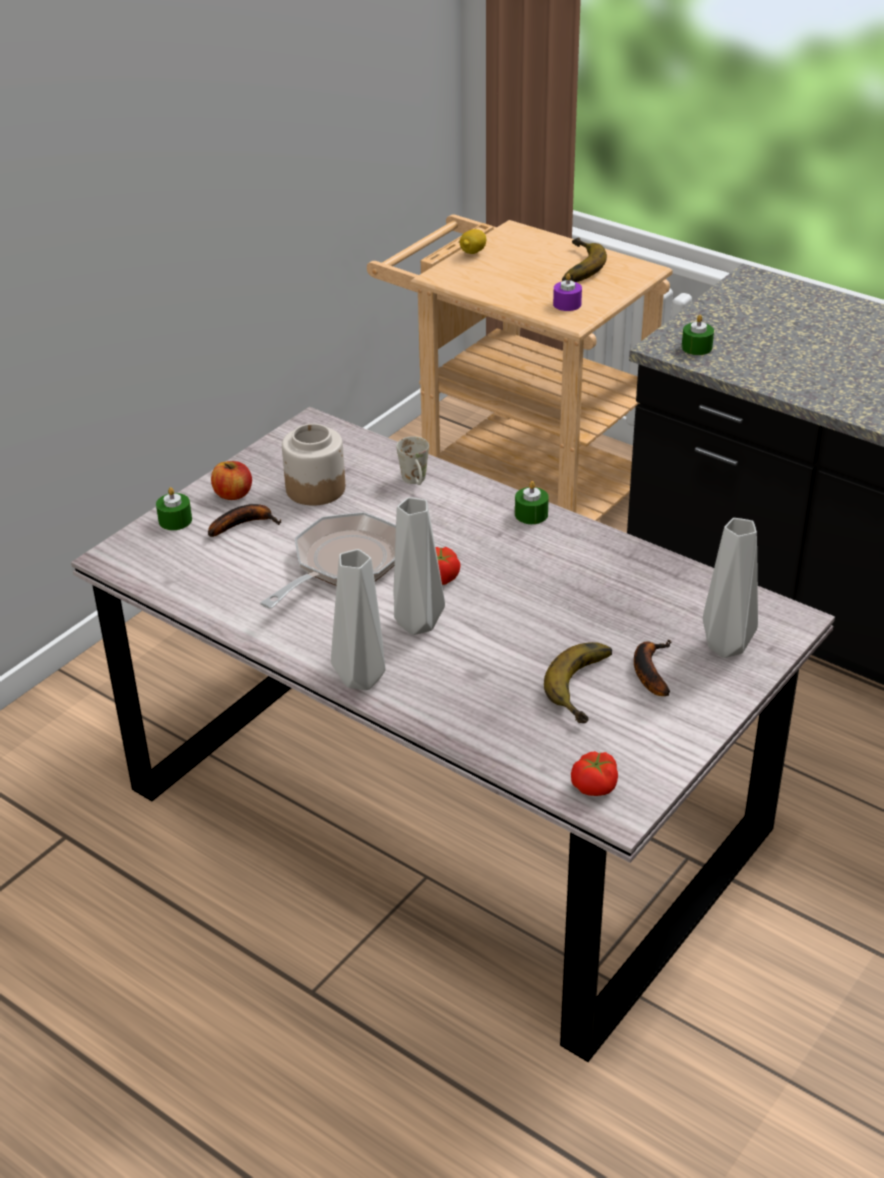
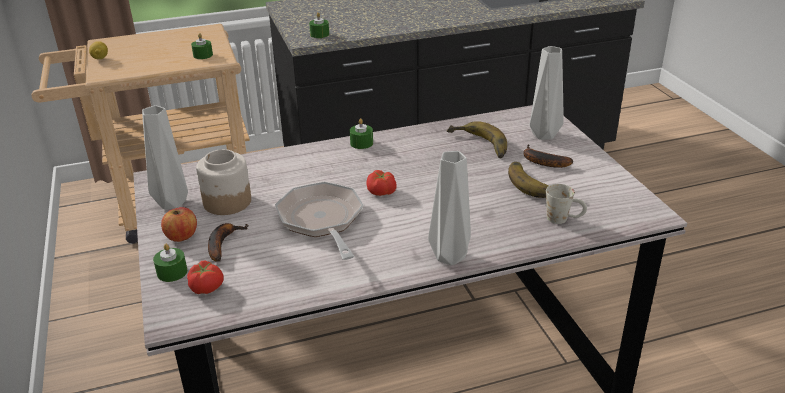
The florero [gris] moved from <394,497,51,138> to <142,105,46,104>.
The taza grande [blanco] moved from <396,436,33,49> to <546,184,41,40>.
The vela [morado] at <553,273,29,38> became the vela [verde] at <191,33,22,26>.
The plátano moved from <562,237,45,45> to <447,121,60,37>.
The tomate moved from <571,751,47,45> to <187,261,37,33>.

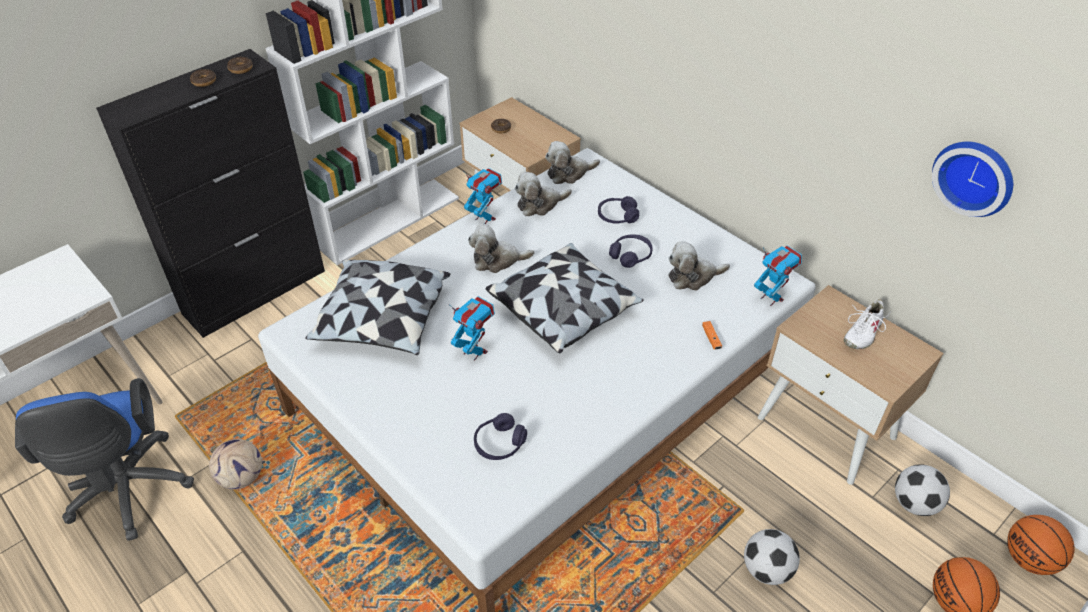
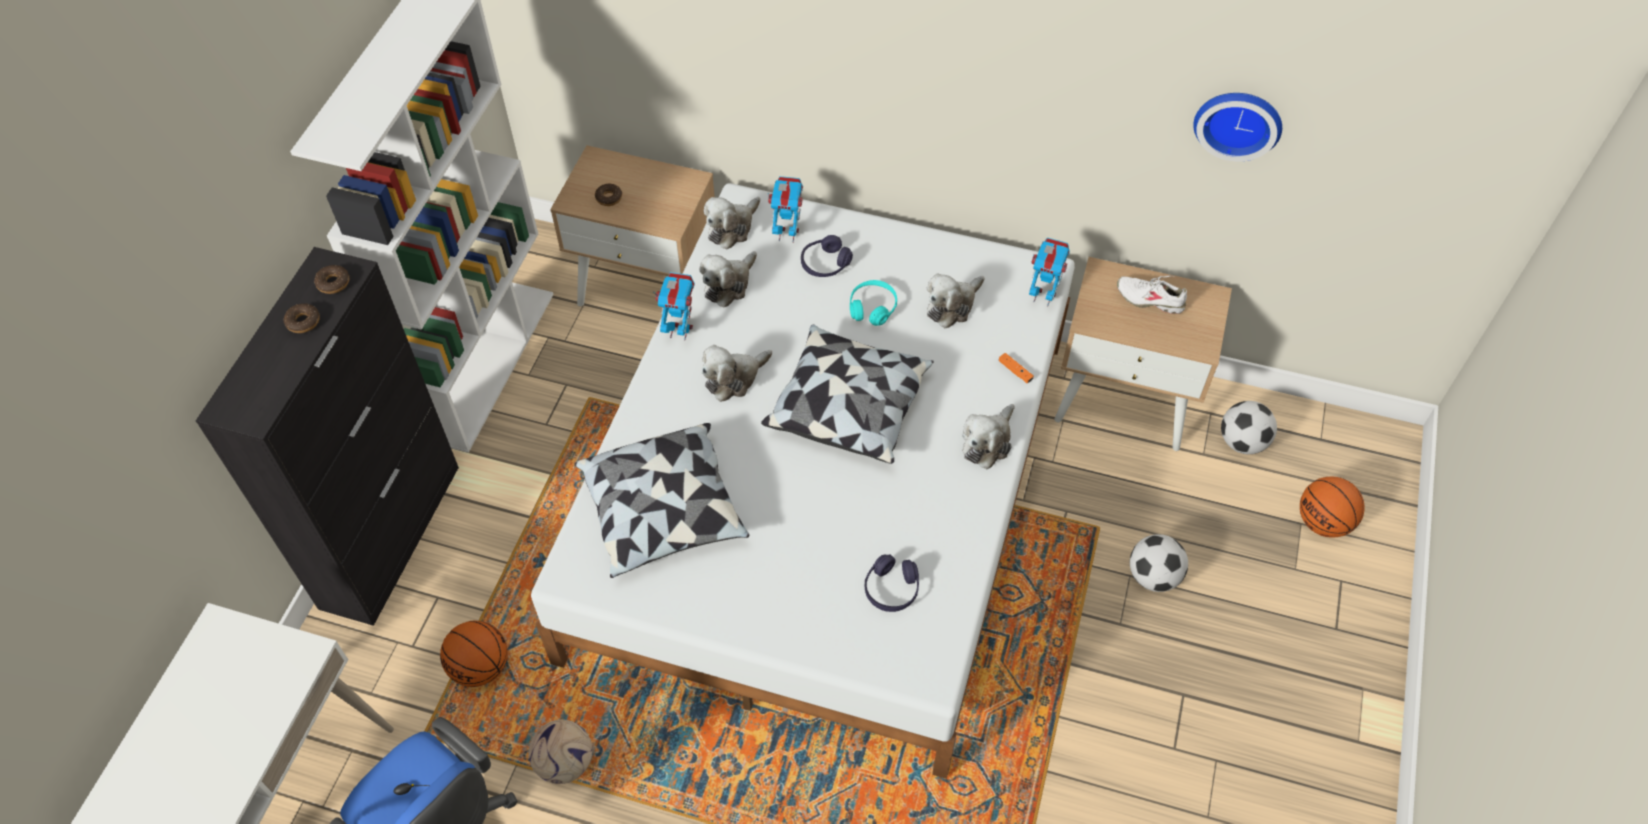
The robot de juguete moved from <450,296,45,65> to <768,176,35,67>.
The auriculares [morado] at <609,234,44,34> became the auriculares [turquesa] at <850,280,47,46>.
The zapato [blanco] at <844,299,47,50> turned 105 degrees clockwise.
The balón de baloncesto moved from <1007,515,68,60> to <440,621,68,66>.
The peluche at <962,404,53,65> appeared.

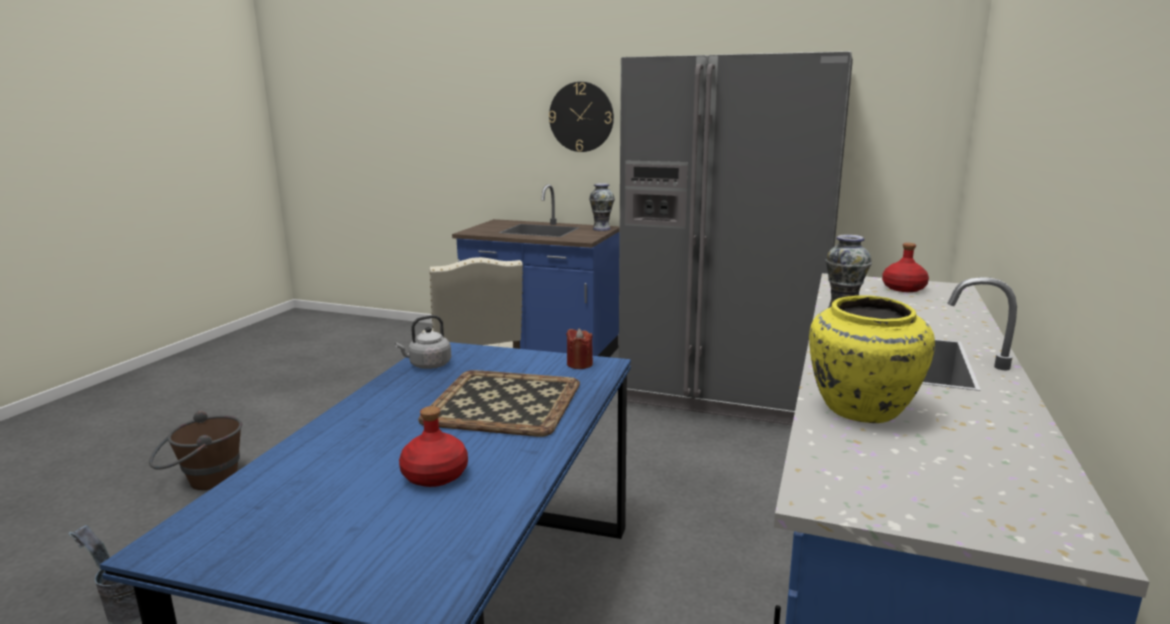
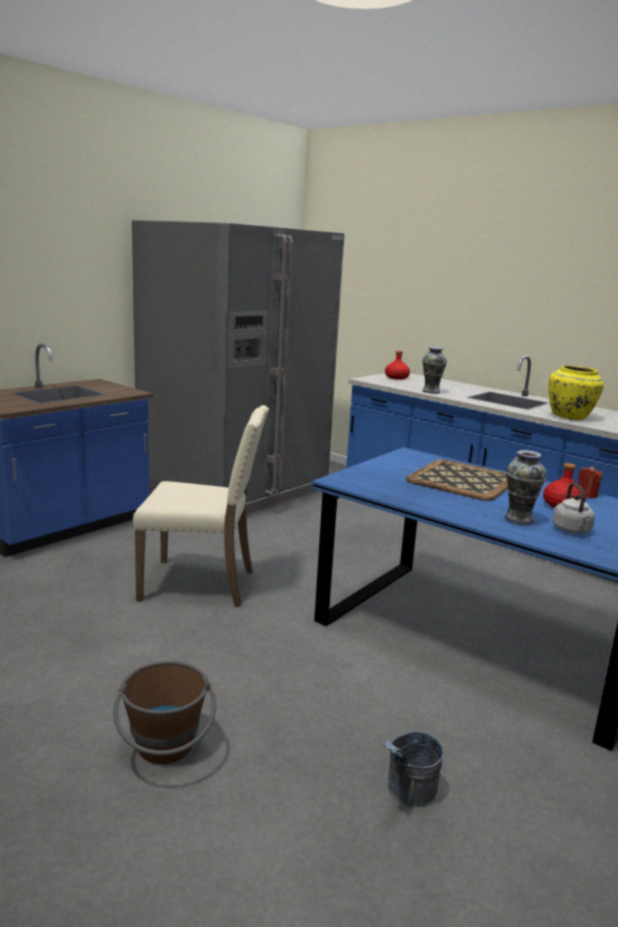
The hervidor [gris] moved from <395,315,56,54> to <553,483,42,51>.
The reloj de pared at <549,82,65,70> disappeared.
The vela [rojo] moved from <566,328,27,41> to <578,466,25,32>.
The florero moved from <589,183,26,48> to <504,450,43,75>.

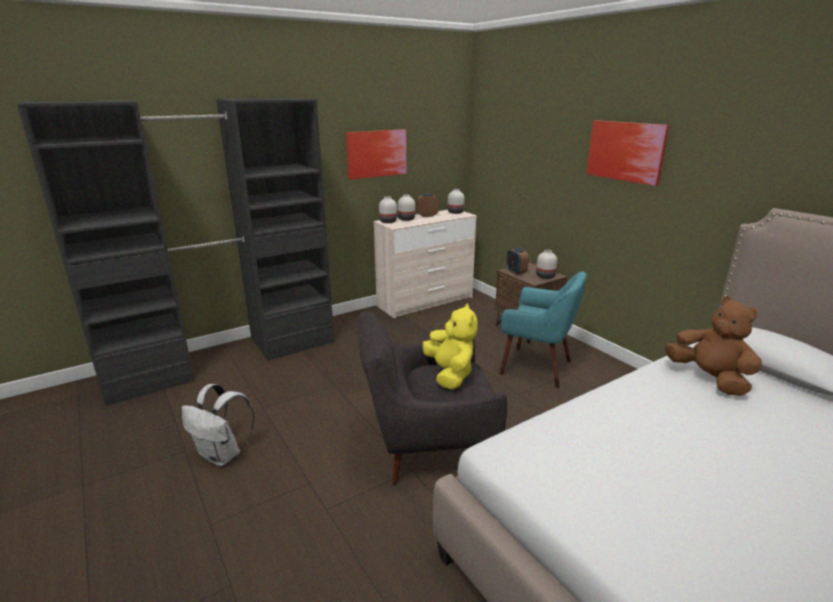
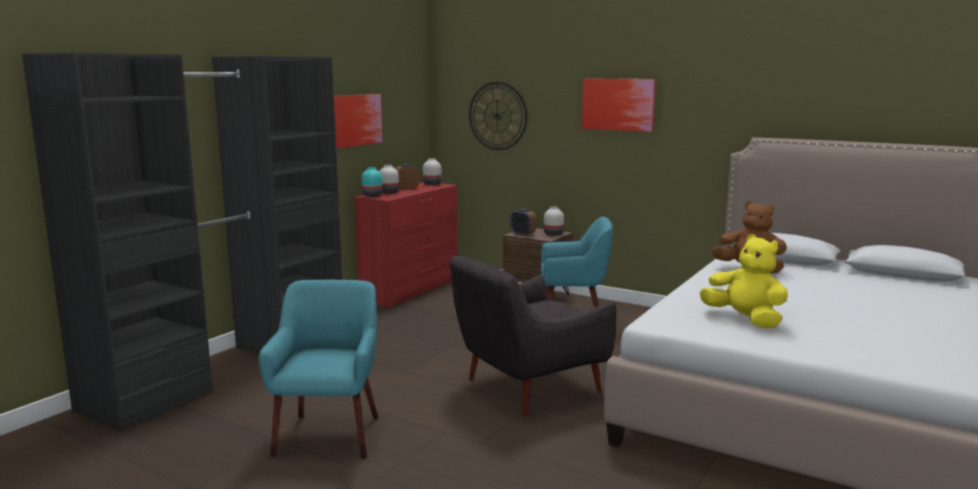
The mochila [blanco] at <182,384,72,82> was replaced by the sillón [turquesa] at <259,280,119,179>.
The cómoda [beis] at <373,210,104,109> became the cómoda [rojo] at <354,182,104,126>.
The florero [blanco] at <379,196,18,27> became the florero [turquesa] at <361,167,22,30>.
The peluche [amarillo] moved from <422,303,56,87> to <700,234,88,94>.
The reloj de pared at <469,82,58,68> appeared.

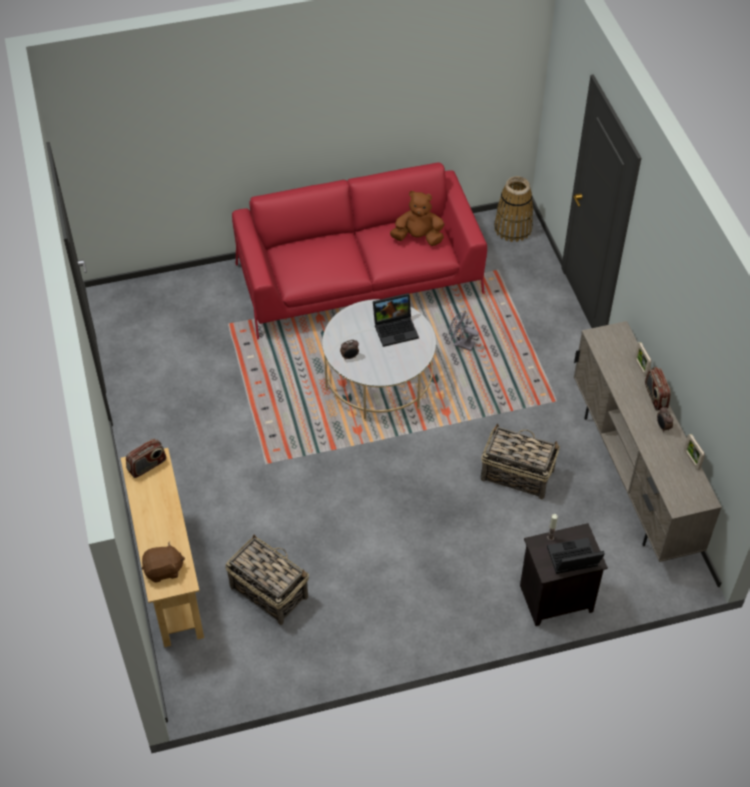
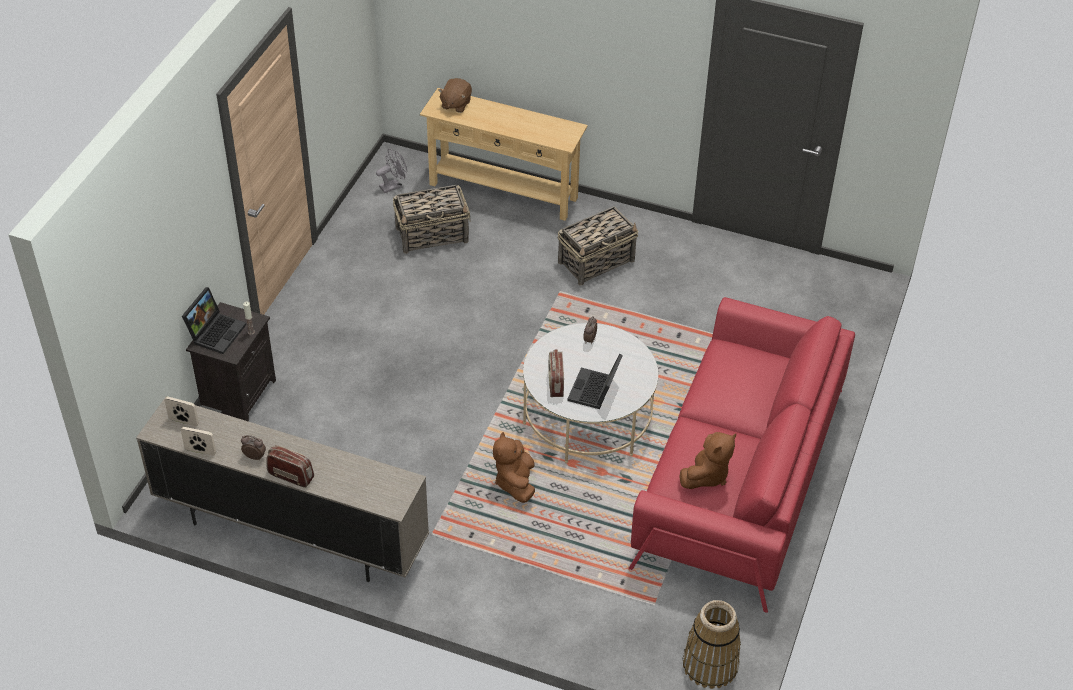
The radio moved from <126,439,40,39> to <548,350,16,47>.
The ventilador [gris] moved from <449,311,30,40> to <376,148,31,45>.
The cesta moved from <481,423,79,77> to <557,206,81,79>.
The portarretratos moved from <634,342,18,35> to <165,397,34,29>.
The peluche [marrón] at <493,432,42,71> appeared.

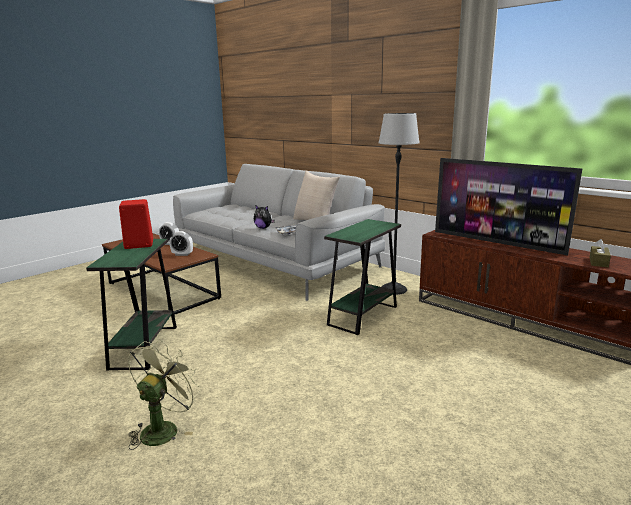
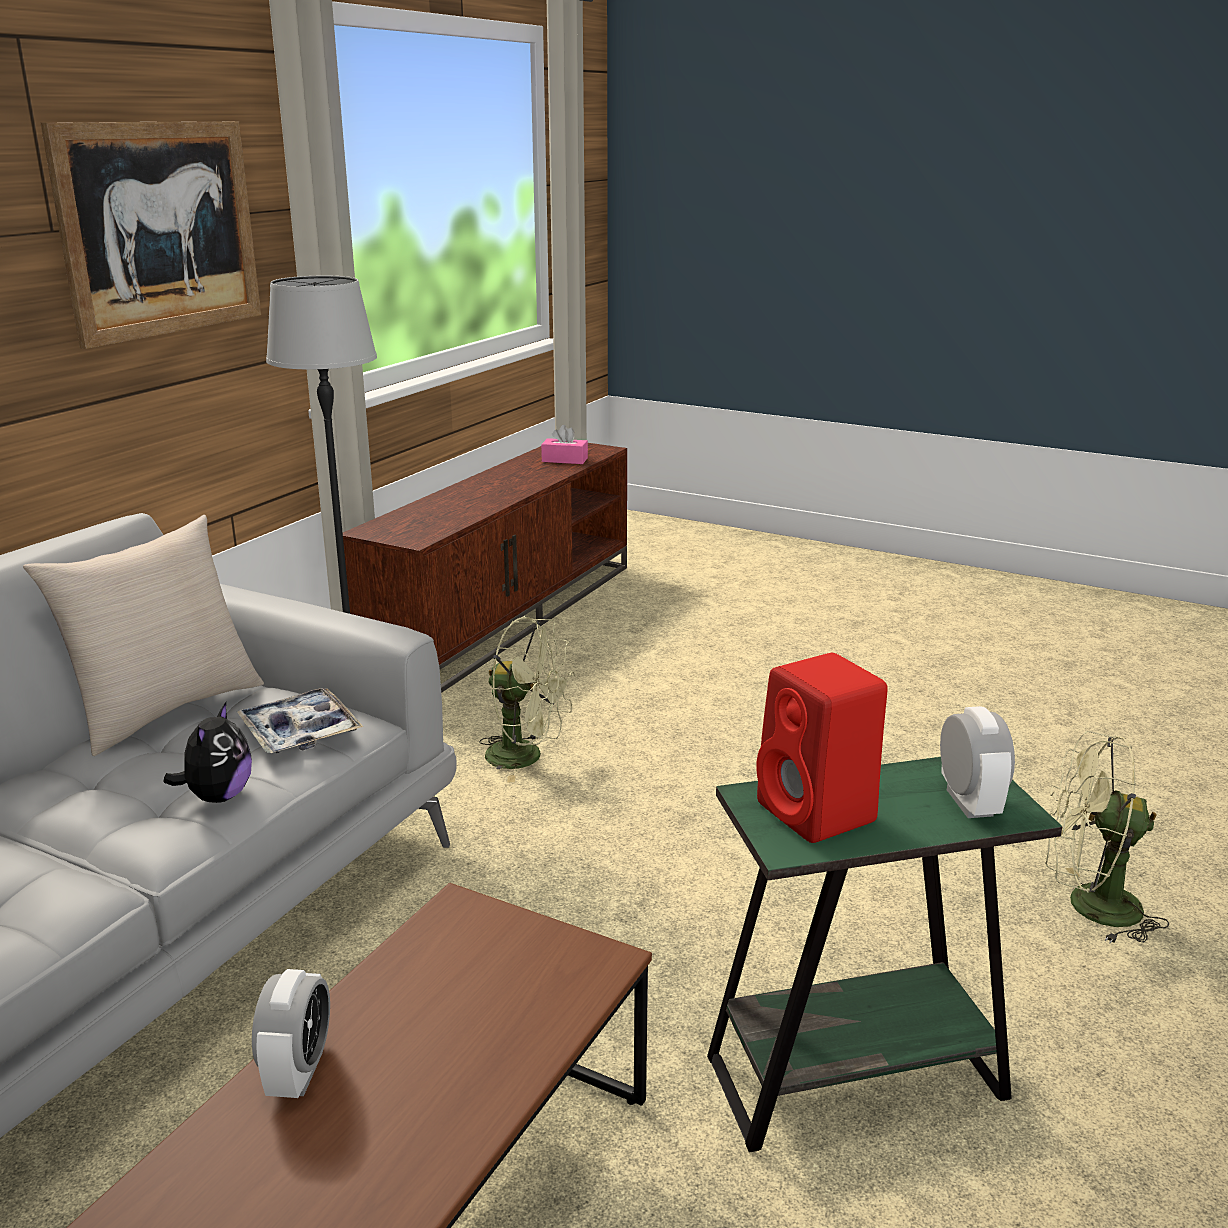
The despertador moved from <169,231,24,25> to <940,706,75,112>.
The mesa auxiliar [verde] at <324,219,77,116> was replaced by the ventilador [verde] at <479,617,96,165>.
The televisor at <435,158,147,98> disappeared.
The caja de pañuelos [marrón] at <590,239,21,29> became the caja de pañuelos [rosa] at <541,425,47,39>.
The cuadro at <40,121,221,228> appeared.

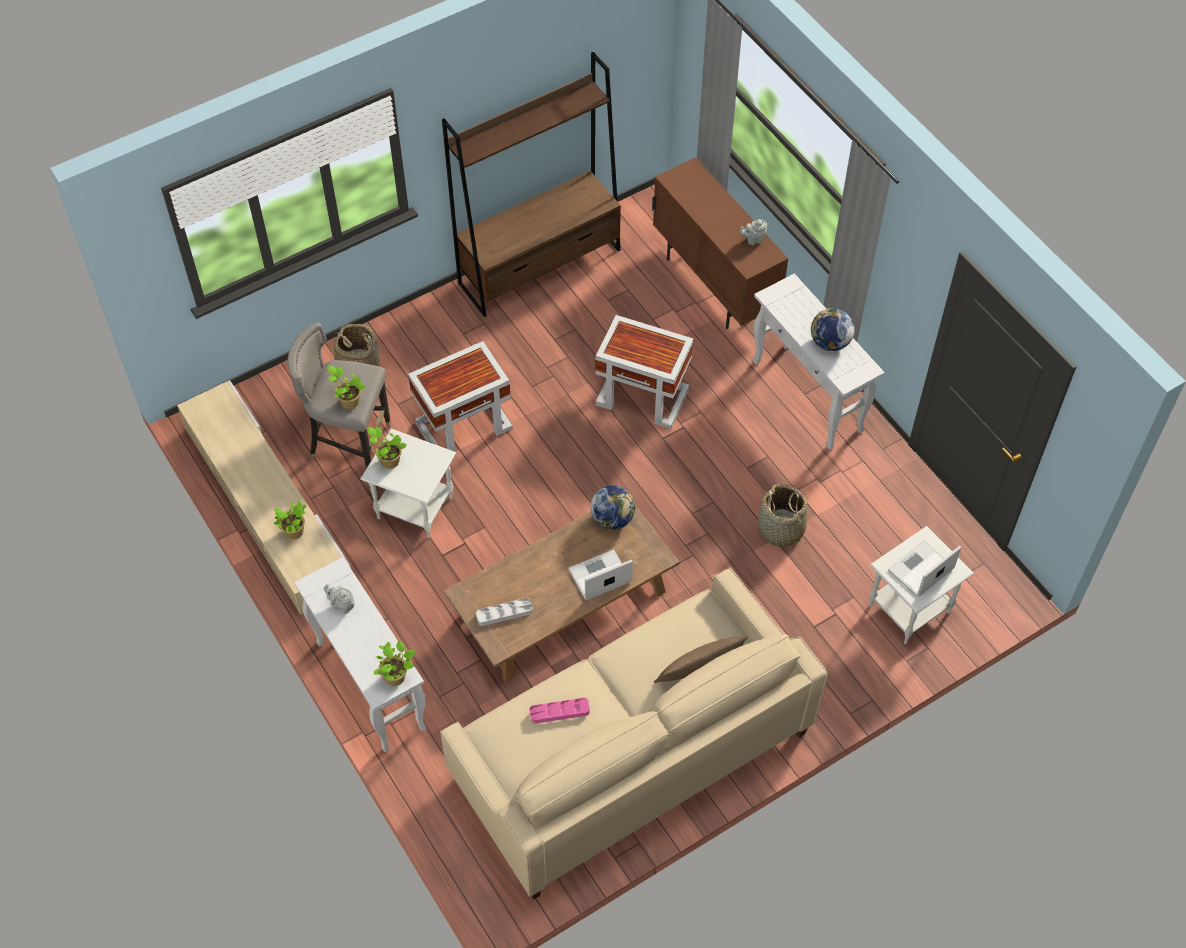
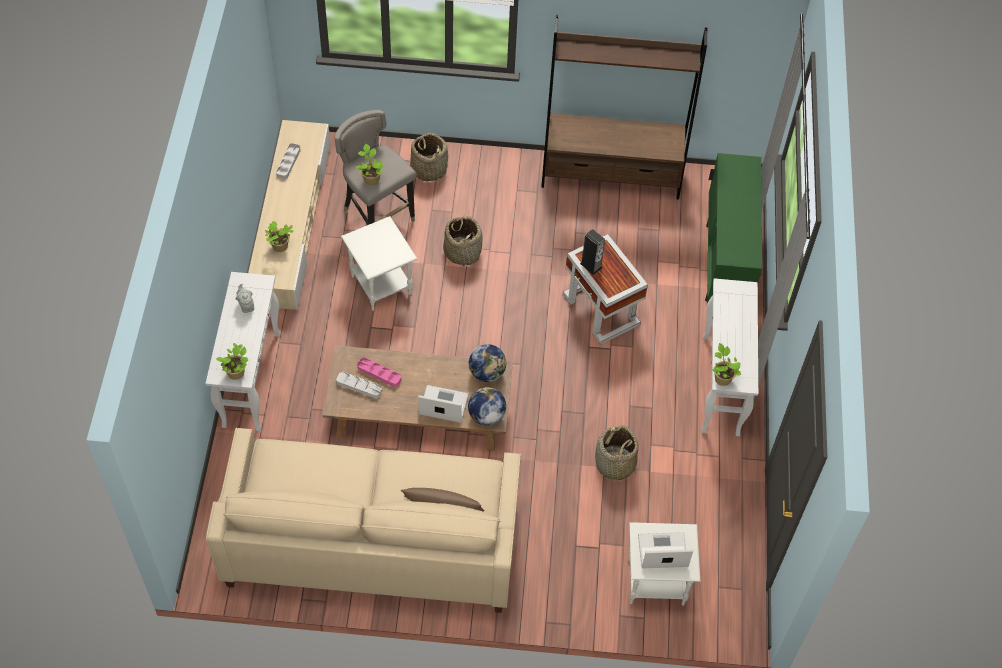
The planta en maceta moved from <367,427,40,42> to <712,343,30,43>.
The mesa auxiliar [blanco] at <408,341,105,111> was replaced by the cesta at <443,216,40,50>.
The bandeja [rosa] moved from <530,698,60,26> to <357,357,44,30>.
The armario [marrón] at <652,157,136,172> became the armario [verde] at <705,153,57,149>.
The tetera [gris] at <740,219,27,26> disappeared.
The globo terráqueo moved from <811,308,44,43> to <468,387,38,39>.
The bandeja [gris] at <276,143,25,36> appeared.
The altavoz at <580,229,25,46> appeared.

